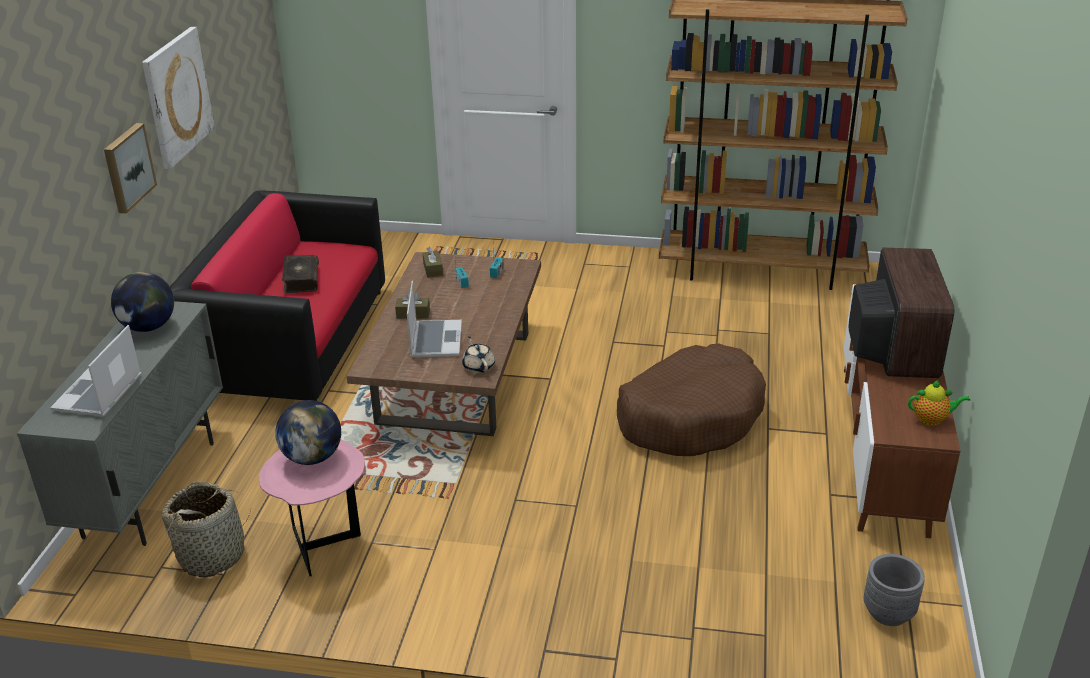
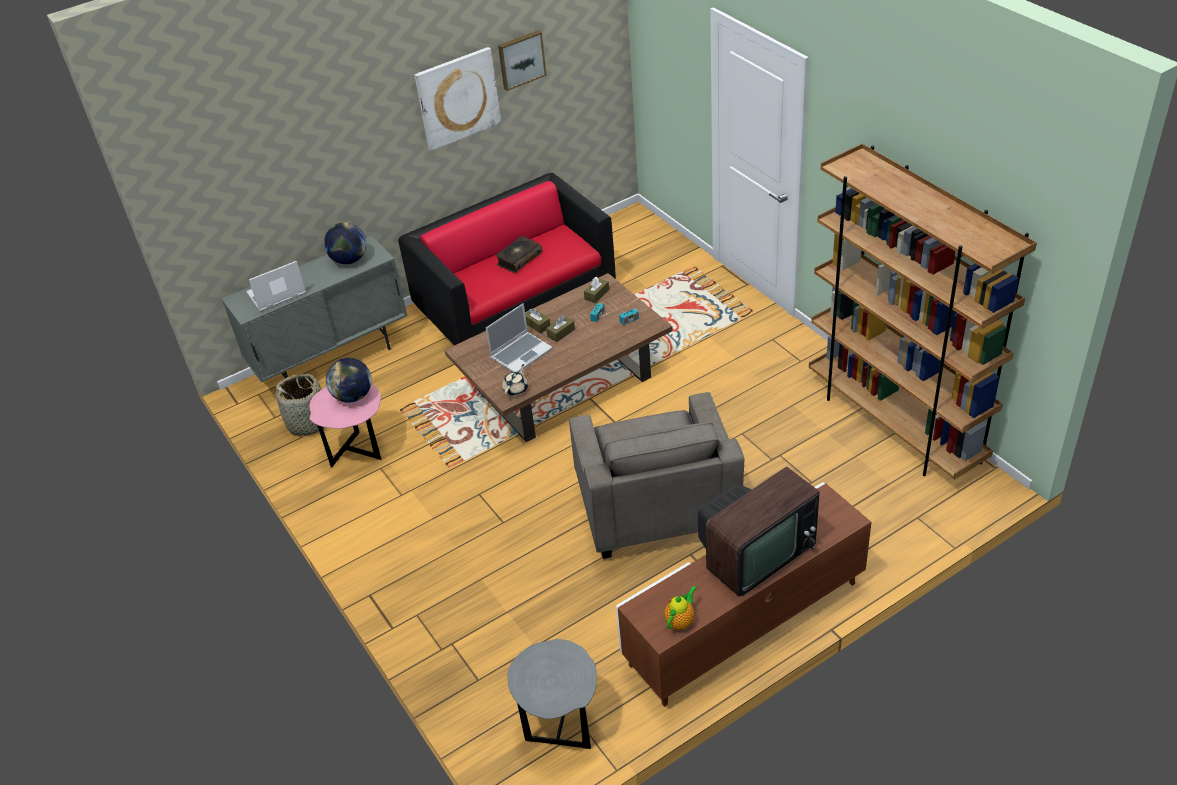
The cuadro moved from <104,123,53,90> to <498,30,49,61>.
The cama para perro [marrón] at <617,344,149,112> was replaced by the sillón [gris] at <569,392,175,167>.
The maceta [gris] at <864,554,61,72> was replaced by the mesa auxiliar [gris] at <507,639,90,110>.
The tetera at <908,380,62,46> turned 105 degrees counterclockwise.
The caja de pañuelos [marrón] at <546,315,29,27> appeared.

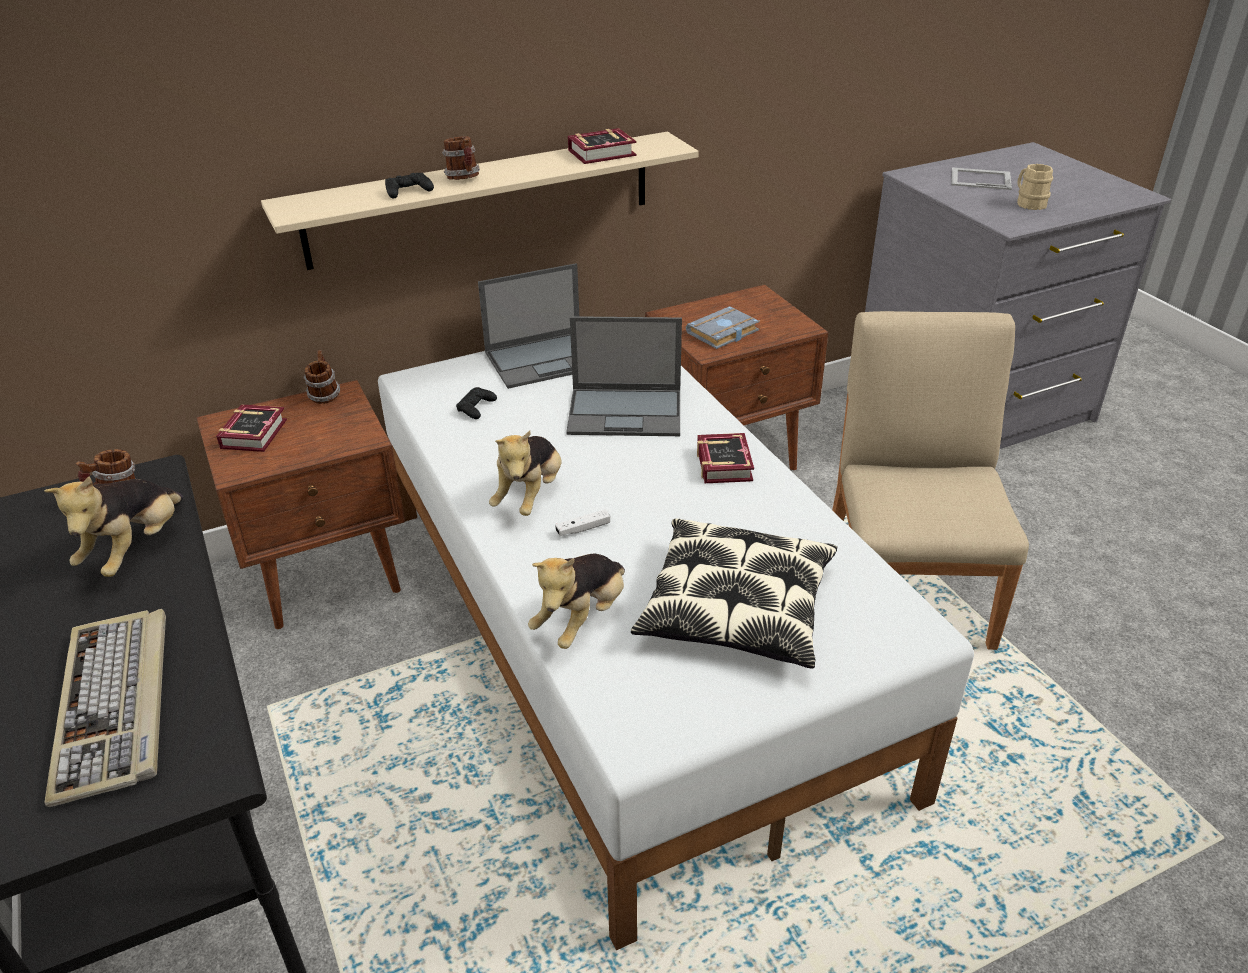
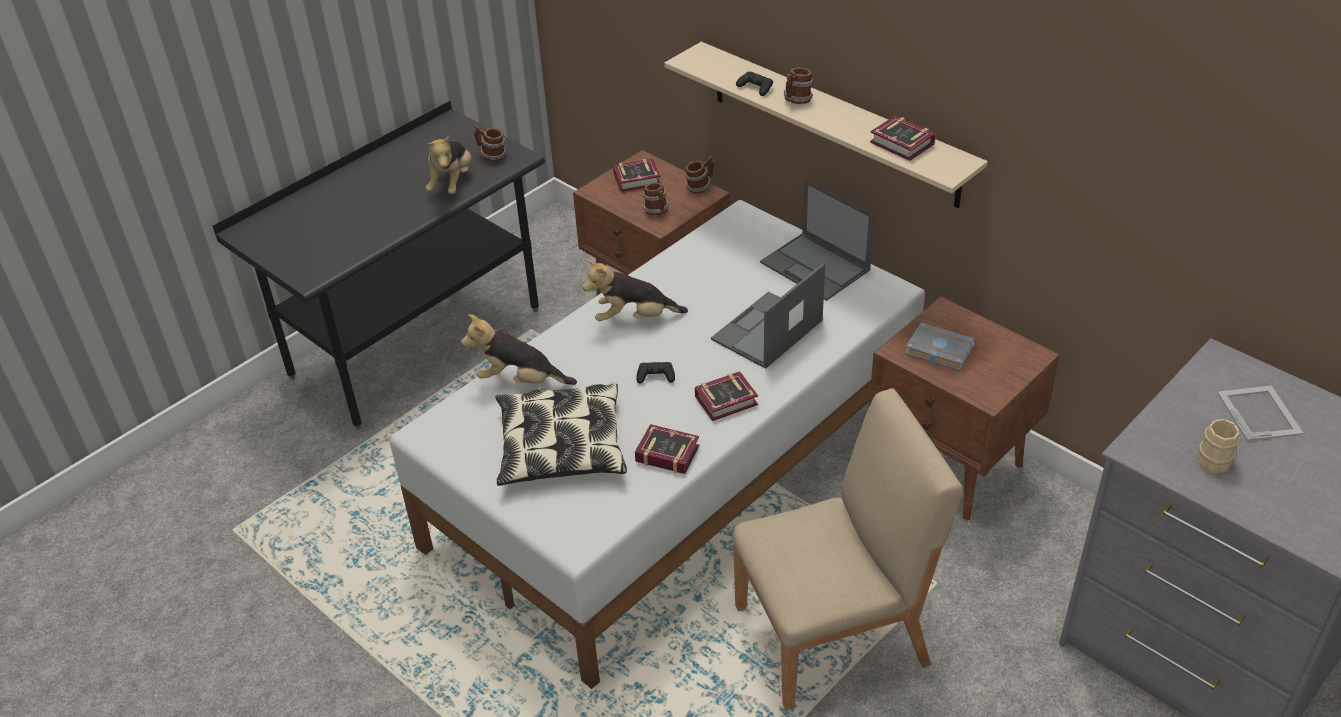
The peluche at <44,477,139,100> turned 75 degrees counterclockwise.
The teclado at <45,609,121,198> disappeared.
The mando de consola [negro] moved from <456,387,41,32> to <636,362,39,22>.
The mando de consola [blanco] at <555,509,55,27> disappeared.
The portátil at <566,316,116,120> turned 60 degrees clockwise.
The libro at <635,424,64,50> appeared.
The taza grande at <643,183,26,32> appeared.

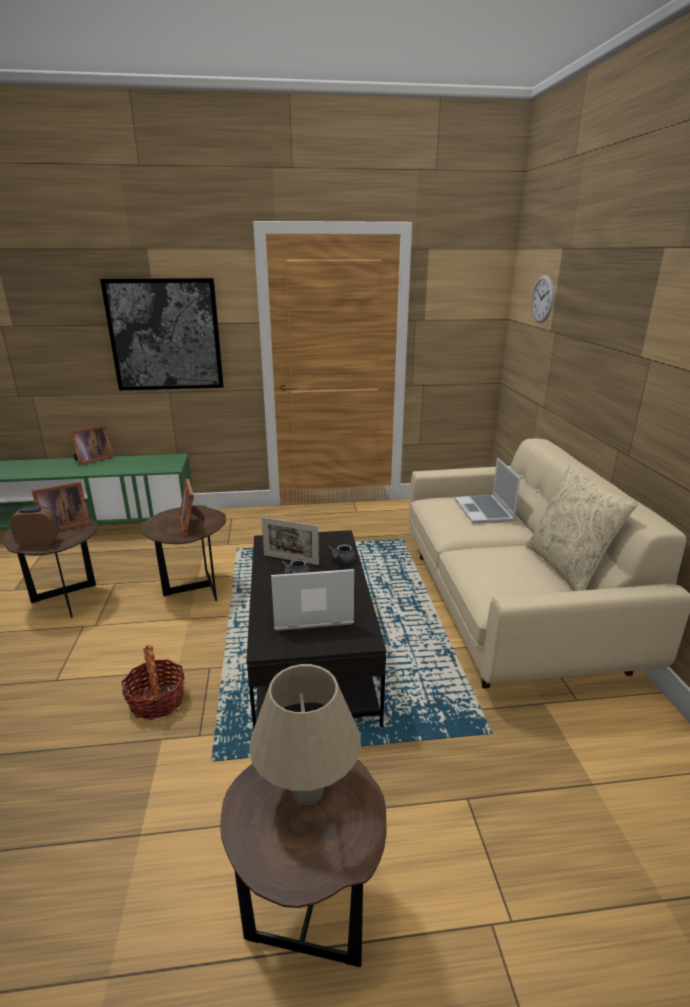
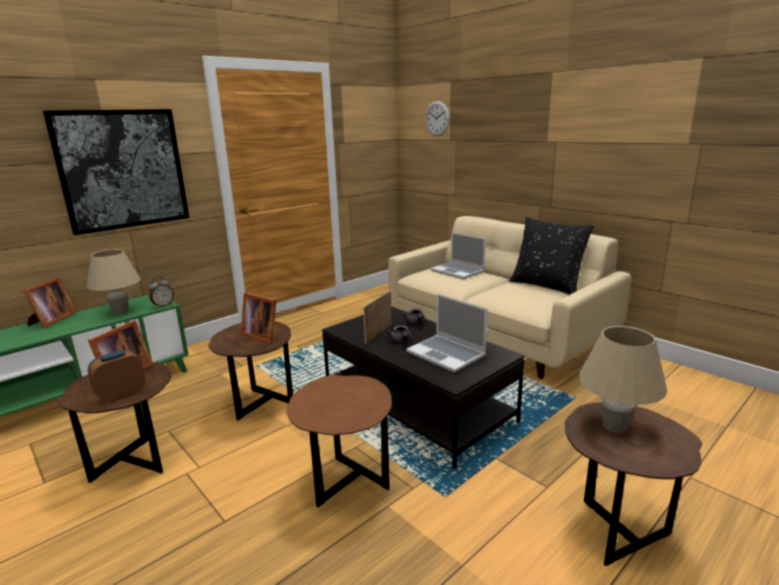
The cesta at <122,645,63,75> was replaced by the mesa auxiliar [marrón] at <286,375,106,133>.
The portarretratos at <261,517,58,48> turned 135 degrees clockwise.
The portátil at <271,569,83,62> turned 90 degrees counterclockwise.
The cojín [beis] at <526,464,112,127> became the cojín [negro] at <510,217,84,77>.
The lámpara de mesa [beis] at <86,249,55,65> appeared.
The despertador at <149,277,25,31> appeared.

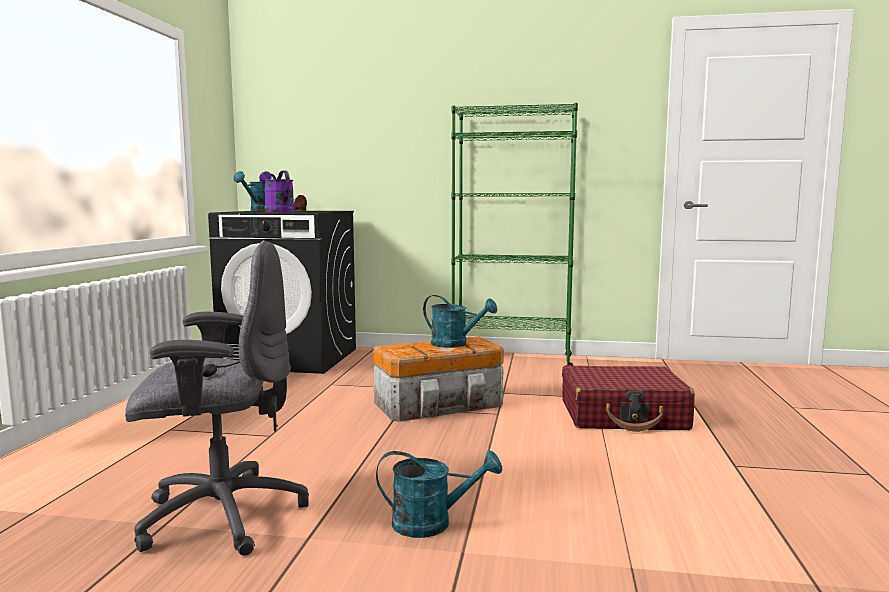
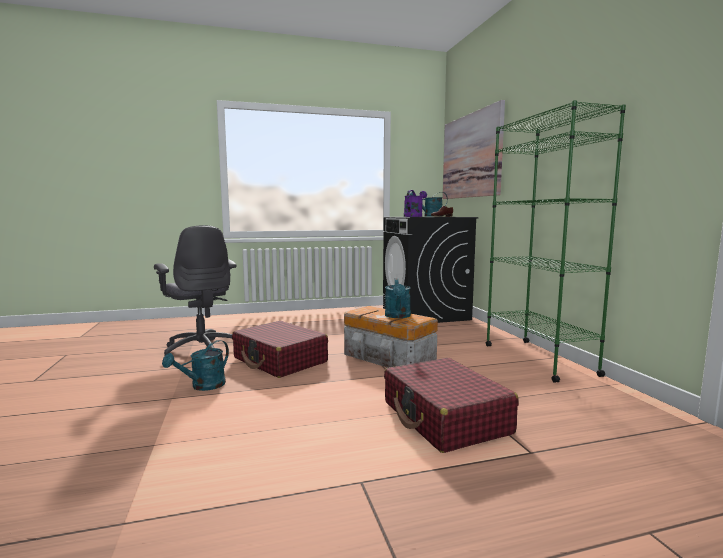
The regadera [turquesa] at <376,450,126,88> turned 60 degrees clockwise.
The maleta [rojo] at <232,321,96,57> appeared.
The cuadro at <443,100,62,99> appeared.

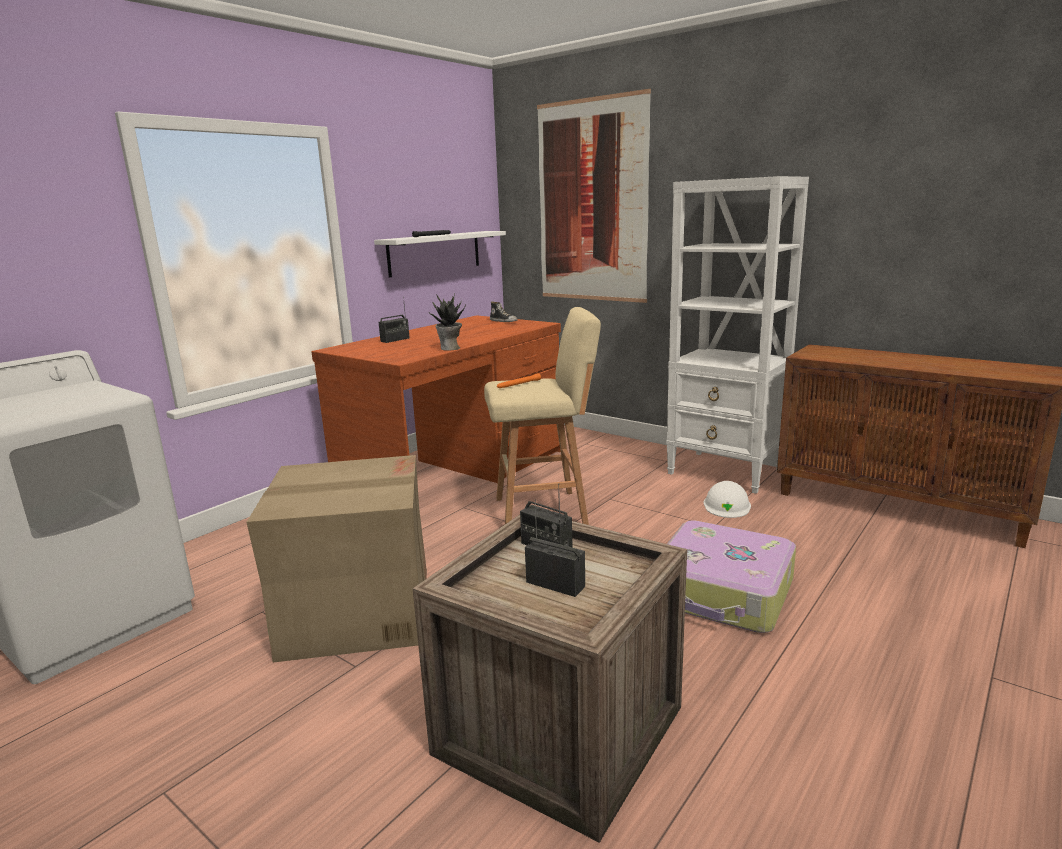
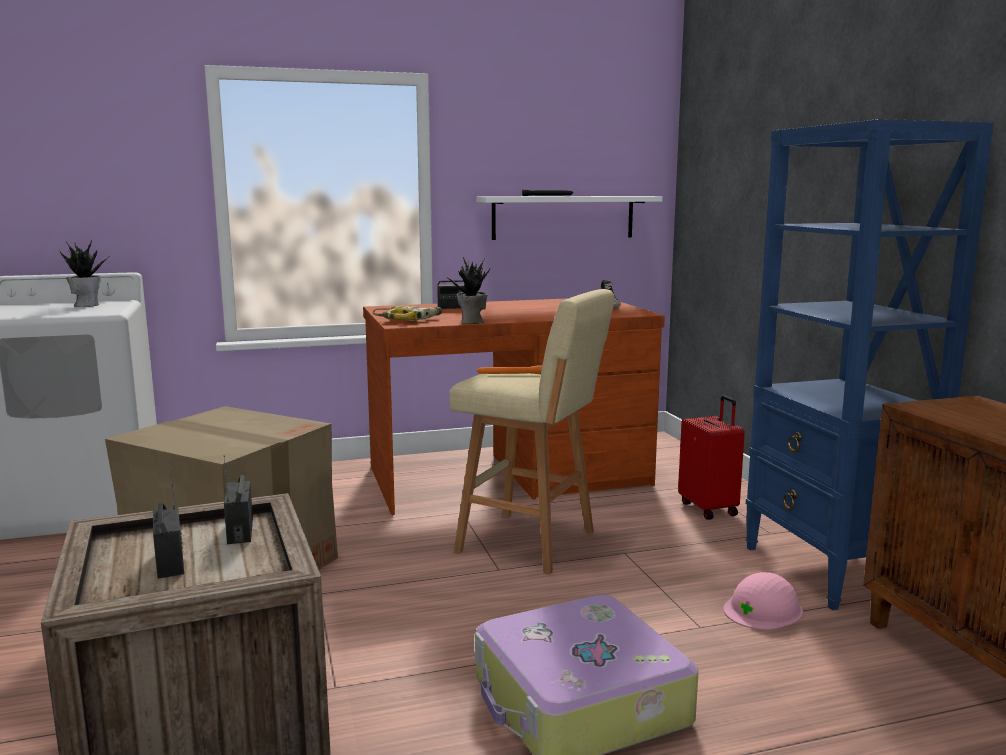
The cuadro at <537,89,114,214> disappeared.
The estantería [blanco] at <666,176,143,318> became the estantería [azul] at <745,119,249,491>.
The casco [blanco] at <703,481,48,37> became the casco [rosa] at <723,572,80,58>.
The planta en maceta at <60,240,49,67> appeared.
The taladro at <373,305,69,16> appeared.
The maleta [rojo] at <678,395,67,125> appeared.

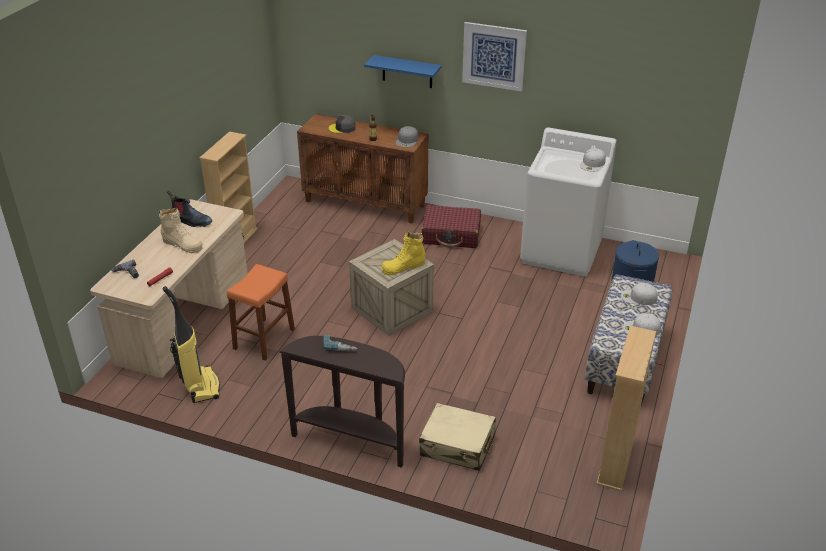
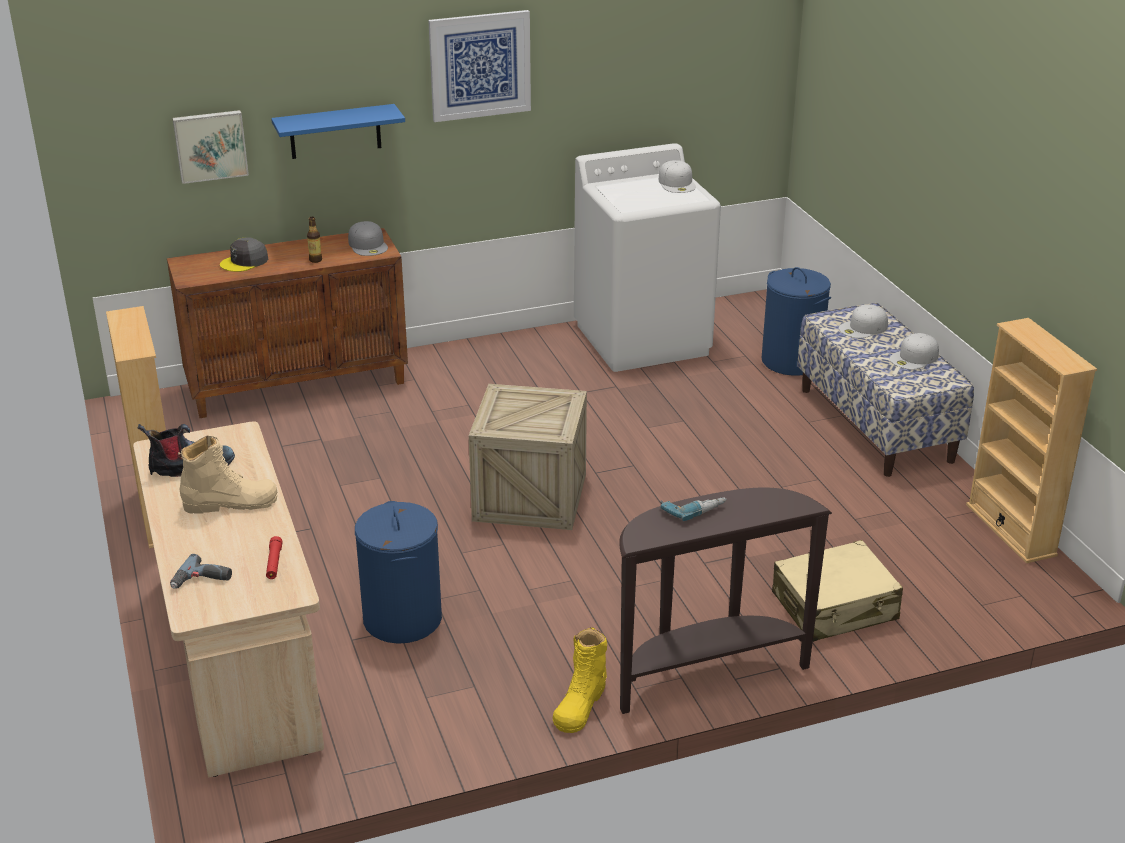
The aspiradora at <162,286,58,117> disappeared.
The taburete [naranja] at <227,264,68,97> was replaced by the cesto de la ropa [azul] at <355,501,87,143>.
The bota [amarillo] moved from <382,232,43,43> to <553,627,54,106>.
The maleta [rojo] at <422,205,59,43> disappeared.
The cuadro at <173,110,76,74> appeared.

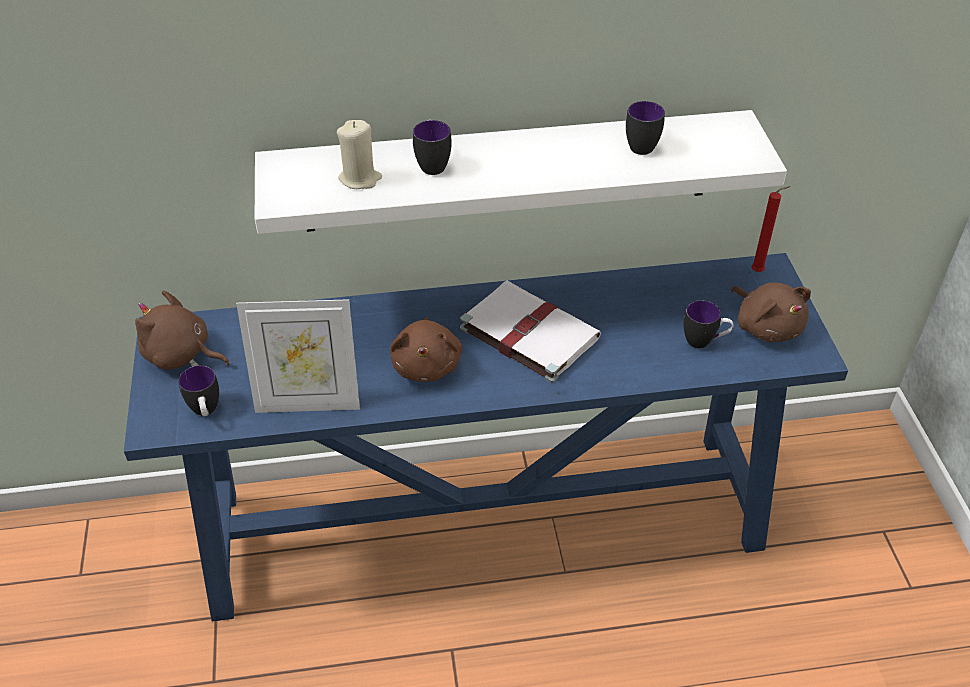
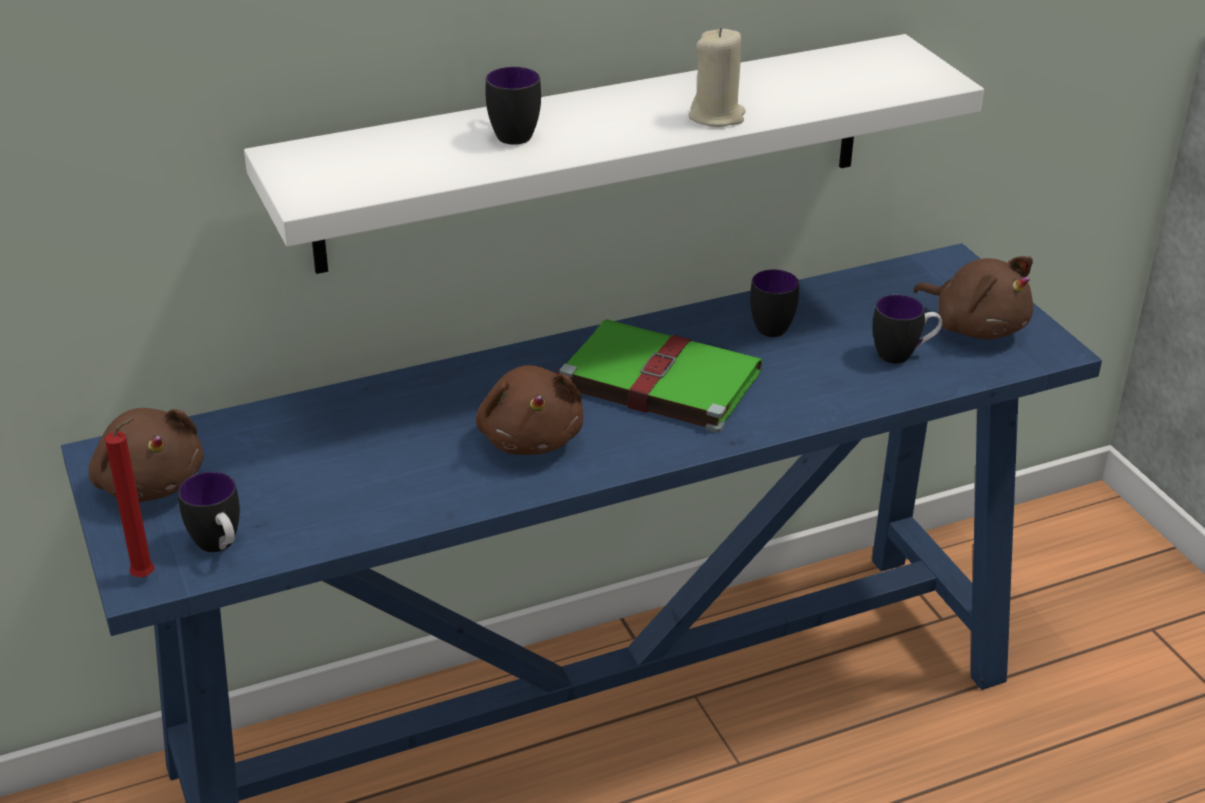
The peluche [marrón] at <135,291,95,79> turned 135 degrees counterclockwise.
The portarretratos at <236,299,124,114> disappeared.
The vela [beis] moved from <337,120,45,69> to <688,28,58,99>.
The libro [blanco] at <460,280,141,103> became the libro [verde] at <556,319,206,114>.
The taza grande moved from <626,101,39,54> to <750,269,49,68>.
The vela [rojo] moved from <751,186,39,86> to <105,418,49,159>.

